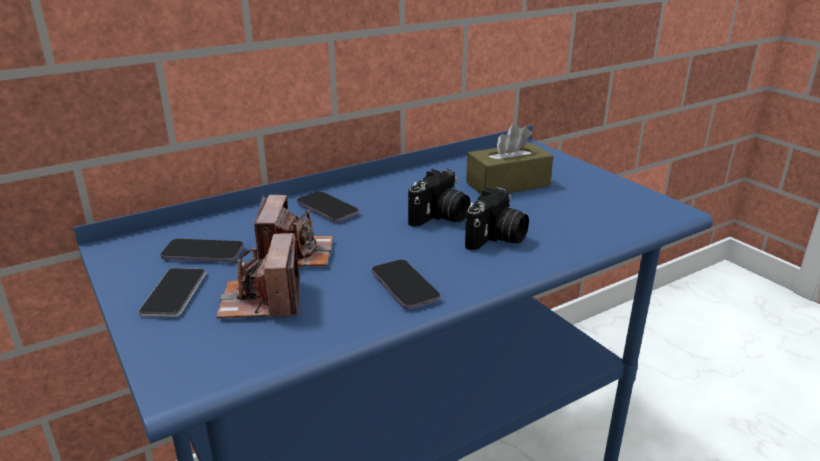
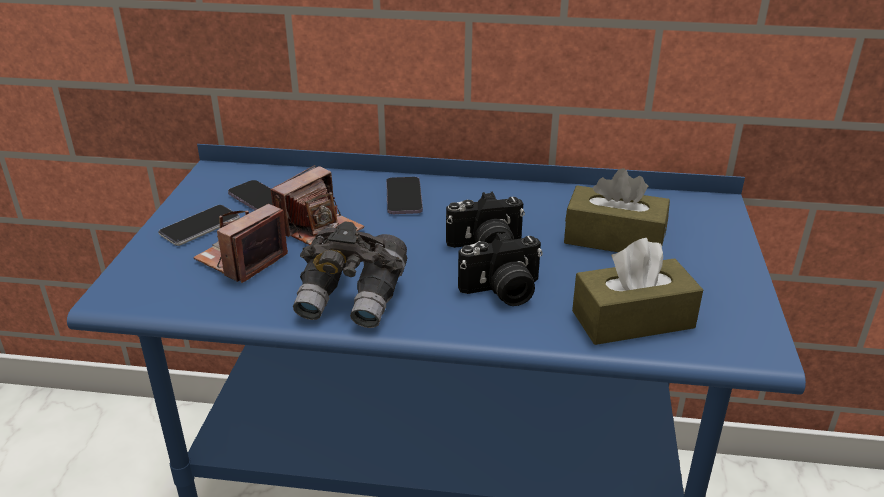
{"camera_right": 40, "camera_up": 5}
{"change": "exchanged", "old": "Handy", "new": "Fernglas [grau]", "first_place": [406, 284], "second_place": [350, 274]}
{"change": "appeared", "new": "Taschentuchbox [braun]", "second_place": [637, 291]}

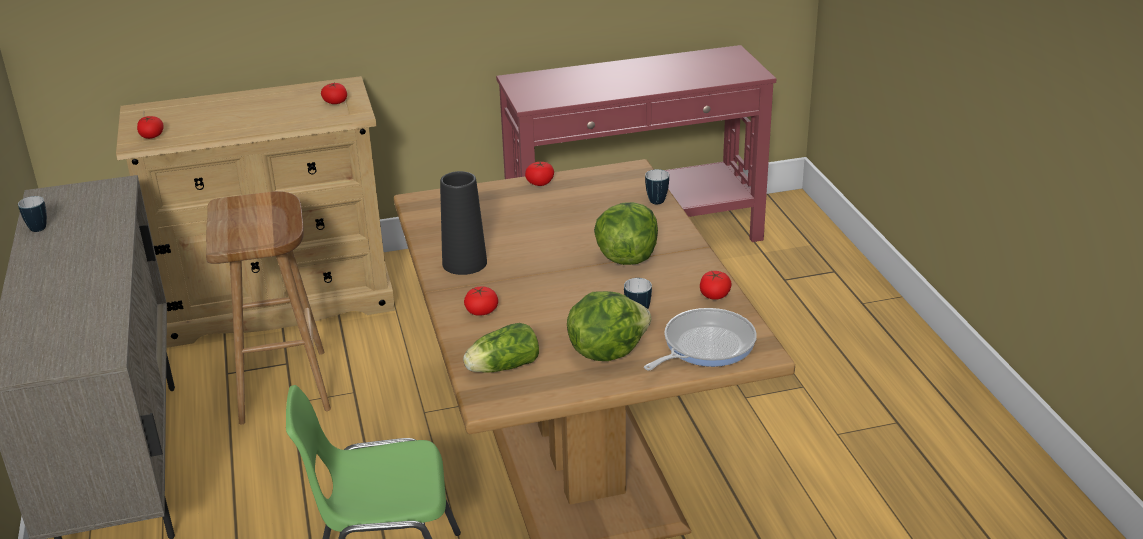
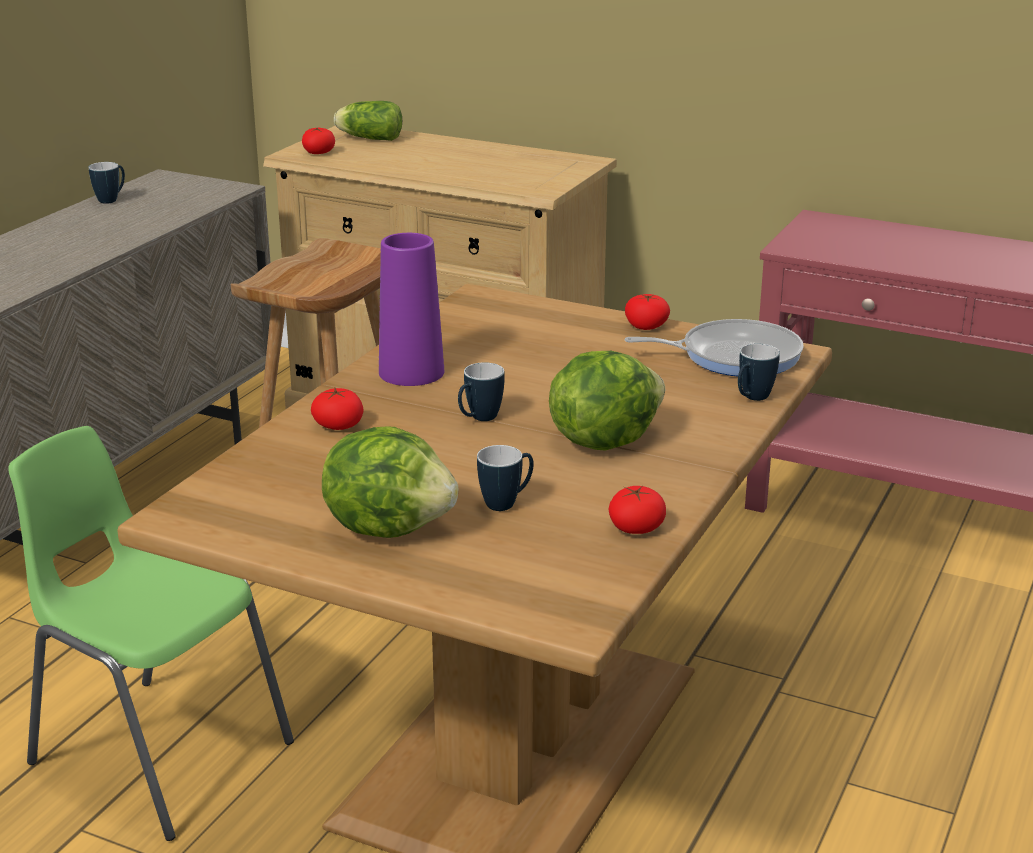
{"camera_right": 40, "camera_up": -5}
{"change": "missing", "old": "Tomate", "first_place": [334, 93]}
{"change": "colour", "old": "Vase [schwarz]", "new": "Vase [lila]", "first_place": [463, 223], "second_place": [411, 309]}
{"change": "relocated", "old": "Salatkopf", "first_place": [501, 348], "second_place": [368, 121]}
{"change": "relocated", "old": "Pfanne", "first_place": [700, 339], "second_place": [714, 348]}
{"change": "appeared", "new": "Henkelbecher", "second_place": [481, 391]}

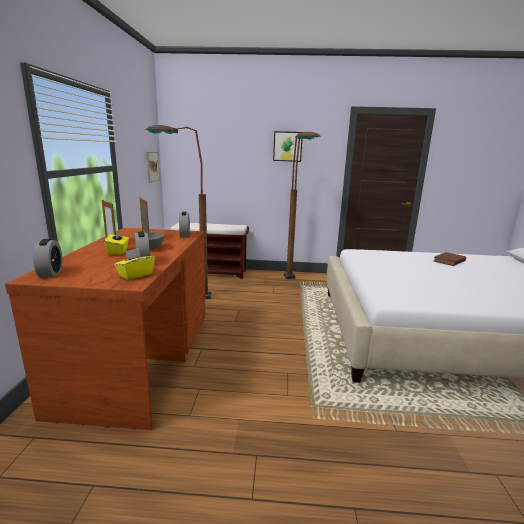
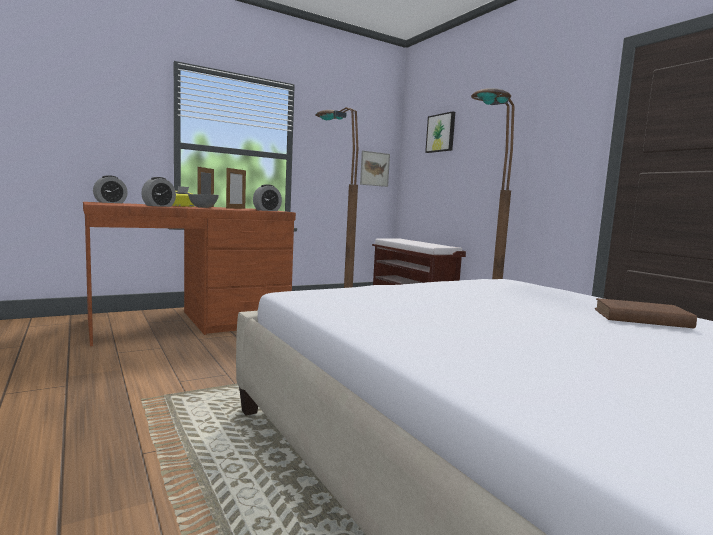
{"camera_right": 55, "camera_up": -10}
{"change": "missing", "old": "Taschentuchbox [gelb]", "first_place": [134, 264]}
{"change": "relocated", "old": "Bild", "first_place": [287, 146], "second_place": [440, 132]}

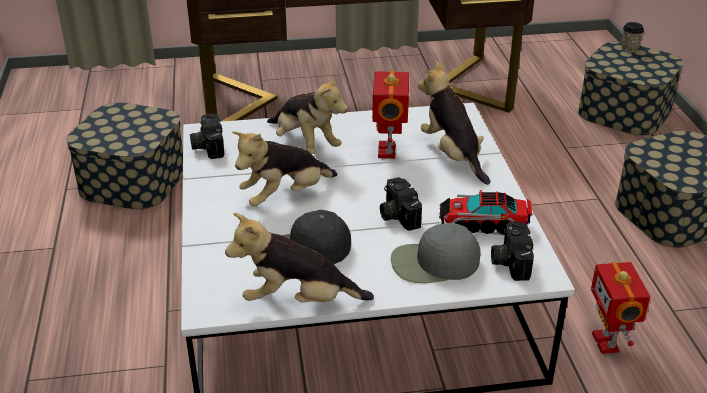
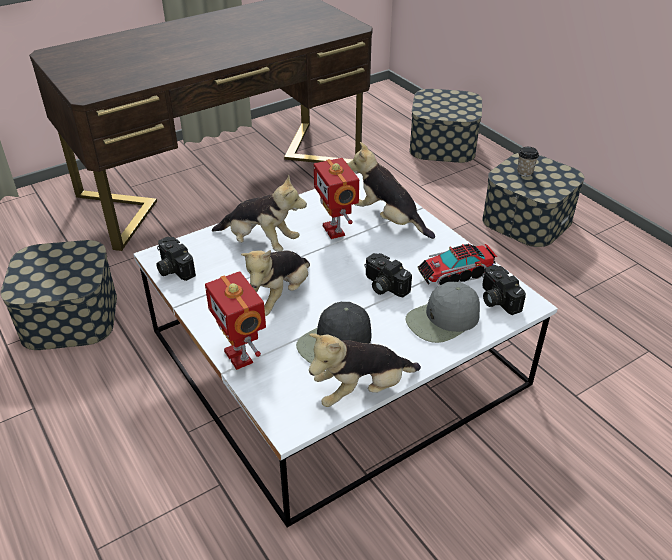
{"camera_right": -25, "camera_up": 5}
{"change": "relocated", "old": "Spielzeugroboter", "first_place": [620, 308], "second_place": [235, 320]}
{"change": "relocated", "old": "Tasse", "first_place": [633, 37], "second_place": [528, 162]}

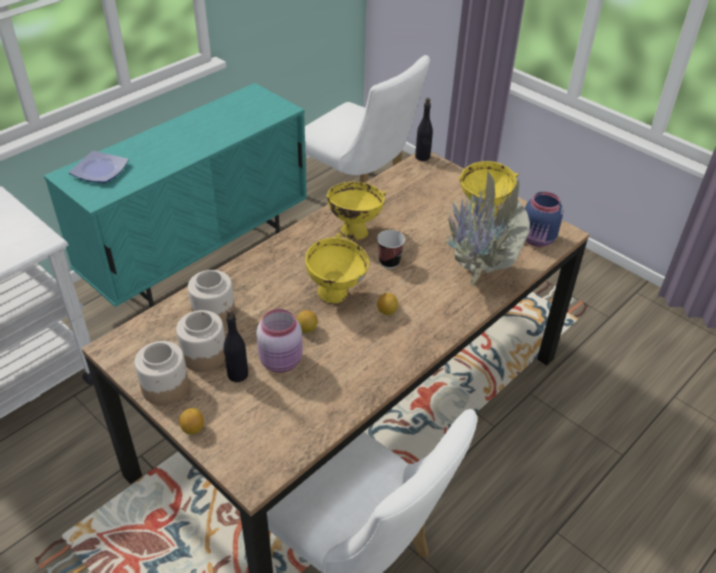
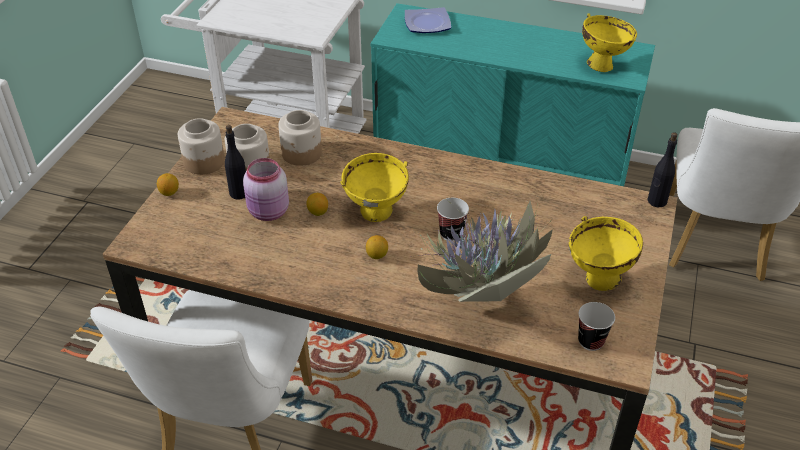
{"camera_right": 65, "camera_up": 0}
{"change": "relocated", "old": "Schüssel [gelb]", "first_place": [356, 211], "second_place": [609, 42]}
{"change": "exchanged", "old": "Vorratsglas [blau]", "new": "Tasse", "first_place": [544, 219], "second_place": [596, 326]}

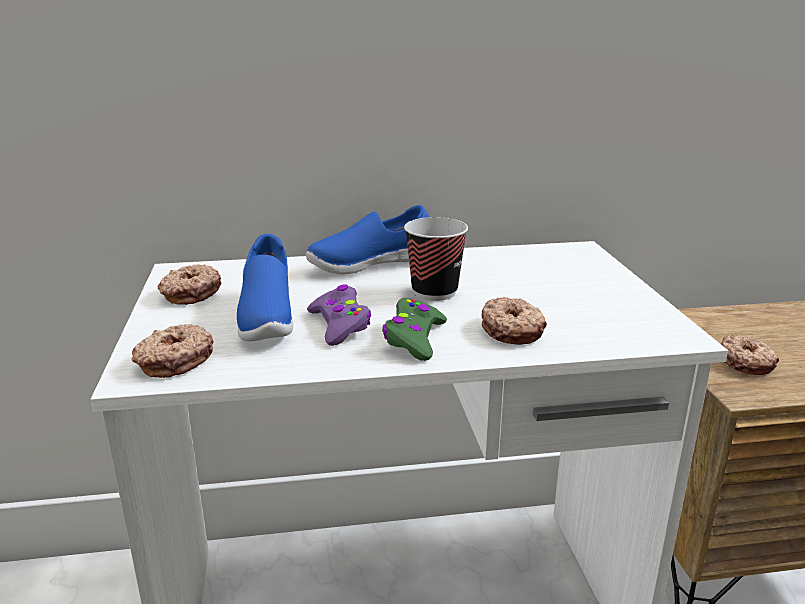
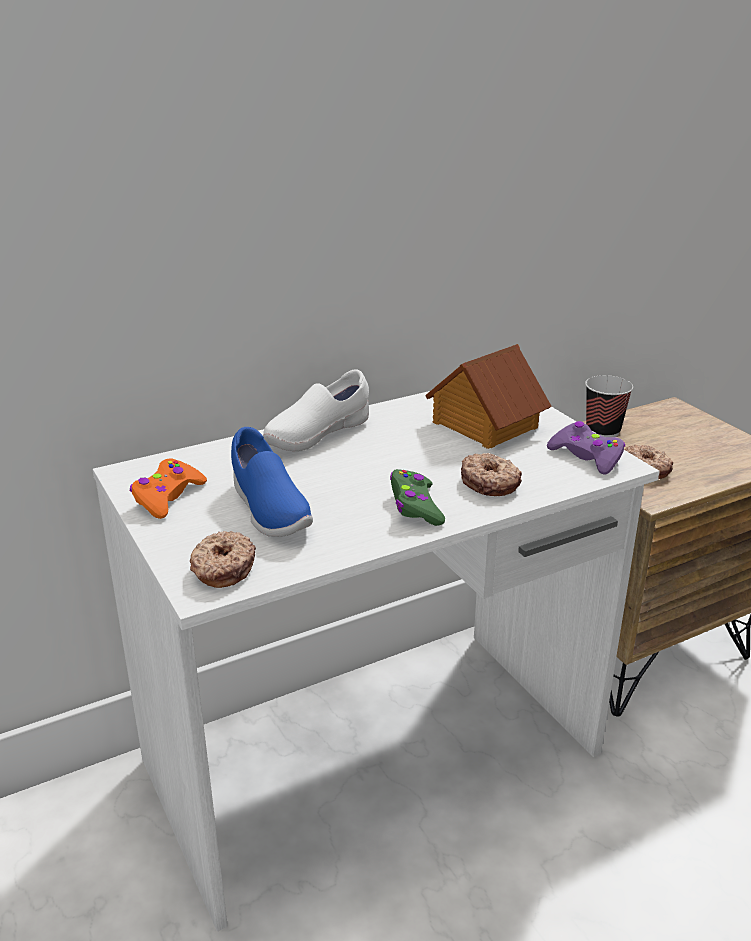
{"camera_right": -20, "camera_up": 5}
{"change": "exchanged", "old": "Donut", "new": "Gamepad [orange]", "first_place": [189, 284], "second_place": [168, 488]}
{"change": "colour", "old": "Schuh [blau]", "new": "Schuh [weiß]", "first_place": [367, 239], "second_place": [316, 410]}
{"change": "relocated", "old": "Gamepad [lila]", "first_place": [339, 315], "second_place": [586, 448]}
{"change": "relocated", "old": "Tasse", "first_place": [436, 259], "second_place": [609, 406]}
{"change": "appeared", "new": "Spielzeughaus", "second_place": [488, 396]}

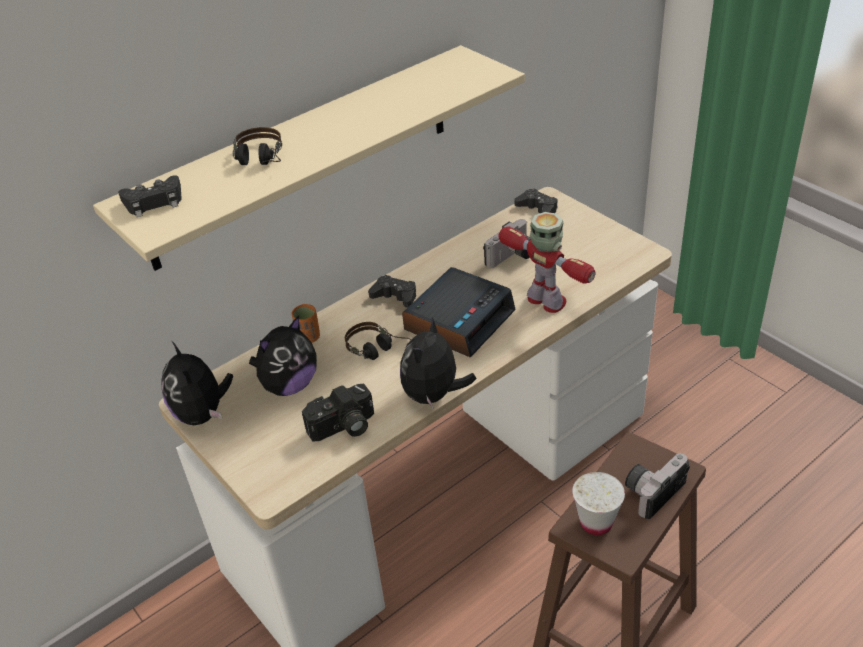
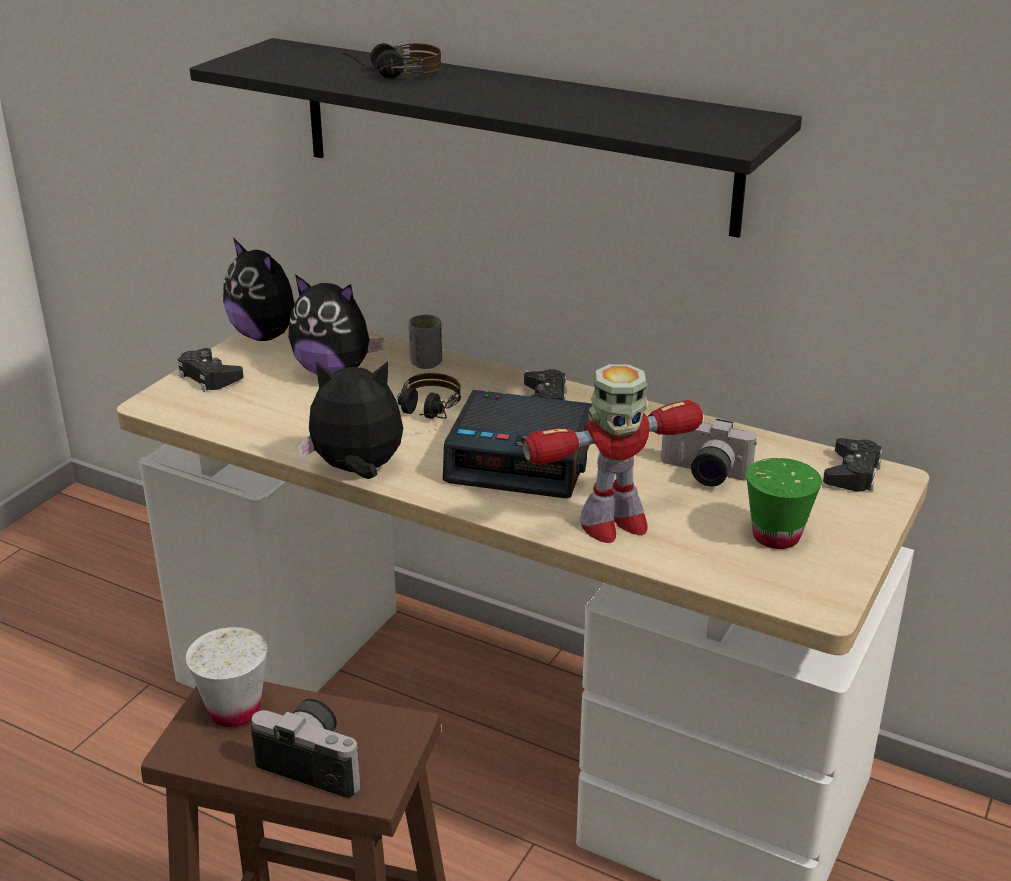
{"camera_right": 65, "camera_up": -10}
{"change": "colour", "old": "Wandregal [beige]", "new": "Wandregal [schwarz]", "first_place": [309, 158], "second_place": [496, 138]}
{"change": "relocated", "old": "Gamepad [schwarz]", "first_place": [150, 196], "second_place": [211, 370]}
{"change": "spun", "old": "Plüschtier", "first_place": [197, 383], "second_place": [259, 289], "degrees": -90}
{"change": "colour", "old": "Tasse [orange]", "new": "Tasse [grau]", "first_place": [306, 323], "second_place": [425, 342]}
{"change": "missing", "old": "Kamera", "first_place": [338, 412]}
{"change": "spun", "old": "Spielzeugroboter", "first_place": [547, 262], "second_place": [613, 453], "degrees": 45}
{"change": "appeared", "new": "Tasse [grün]", "second_place": [784, 503]}

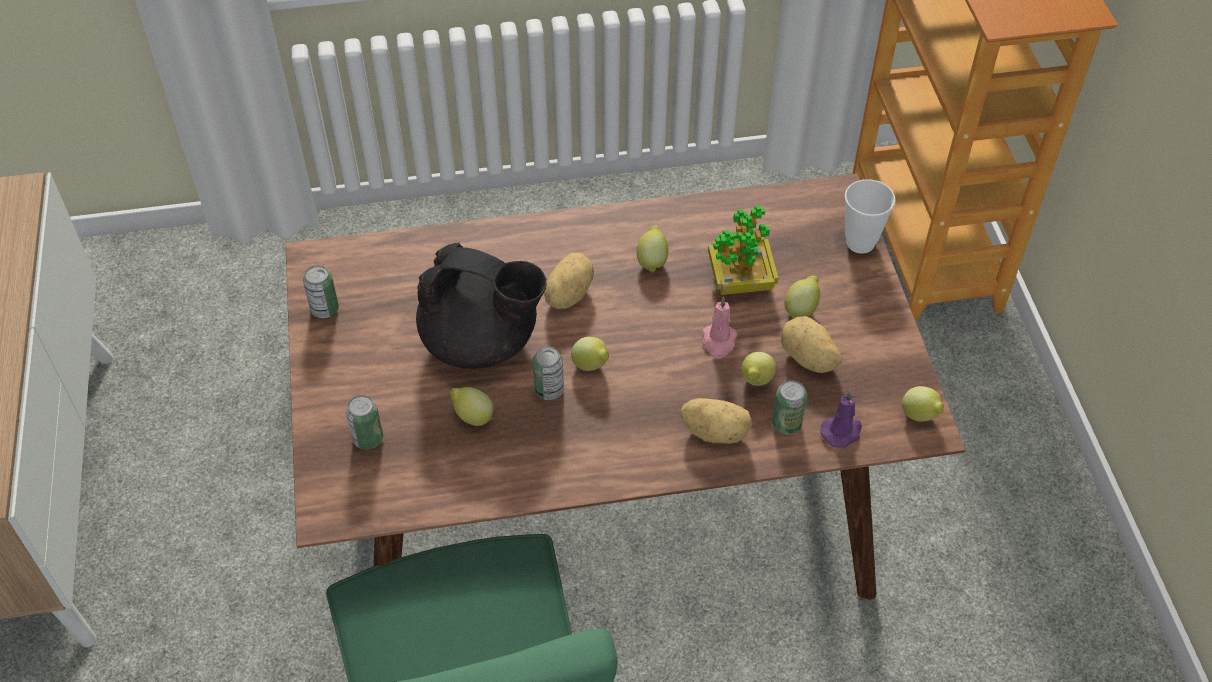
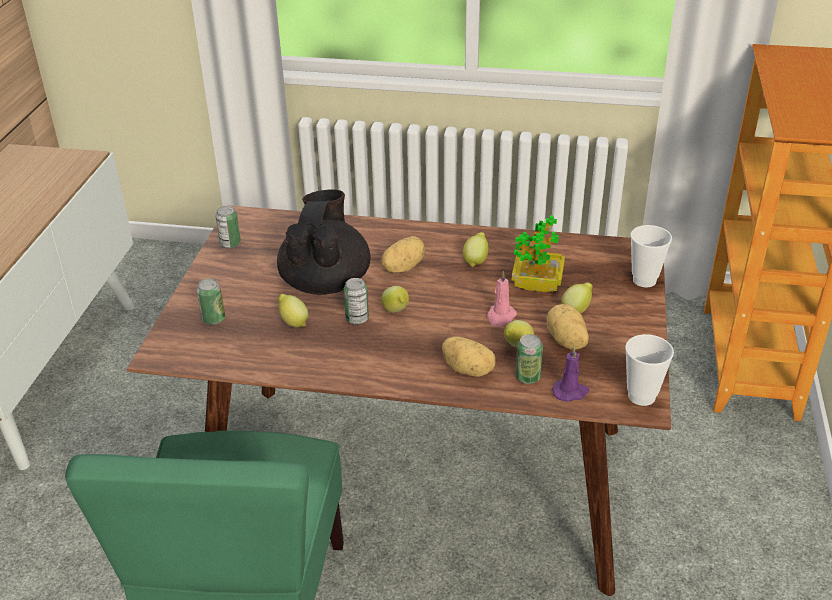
{"camera_right": 20, "camera_up": -15}
{"change": "spun", "old": "Teekanne [schwarz]", "first_place": [481, 305], "second_place": [324, 242], "degrees": -120}
{"change": "exchanged", "old": "Zitrone", "new": "Tasse", "first_place": [923, 404], "second_place": [649, 370]}

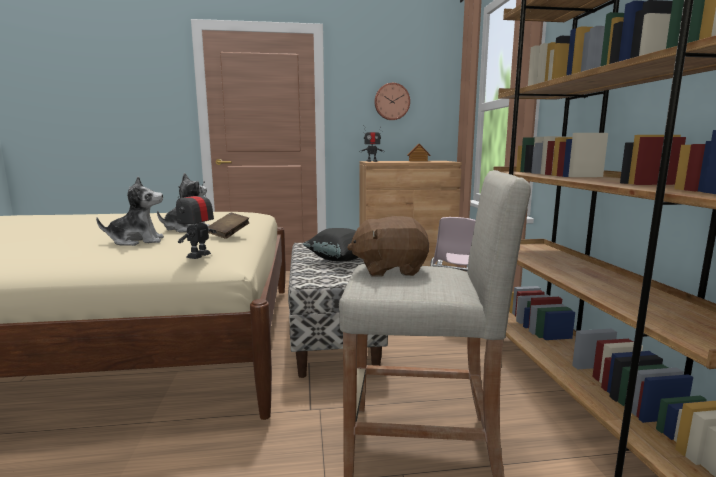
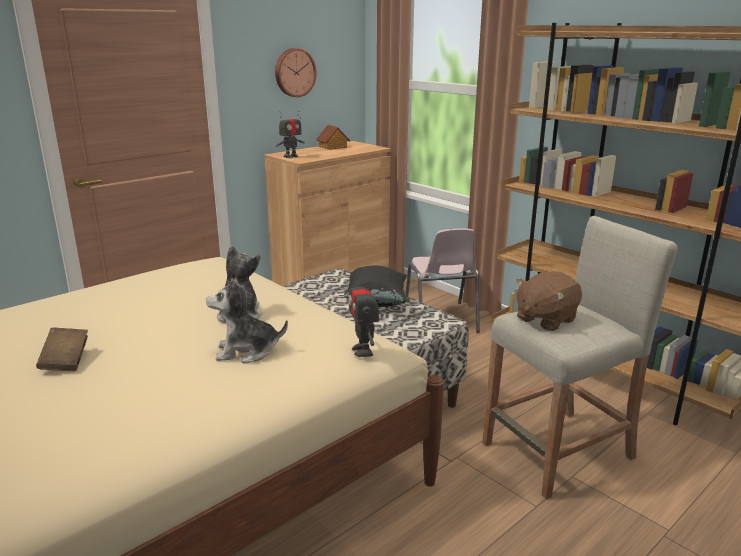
{"camera_right": -35, "camera_up": 10}
{"change": "spun", "old": "Plüschtier", "first_place": [130, 211], "second_place": [247, 320], "degrees": -135}
{"change": "relocated", "old": "Buch [braun]", "first_place": [228, 225], "second_place": [62, 349]}

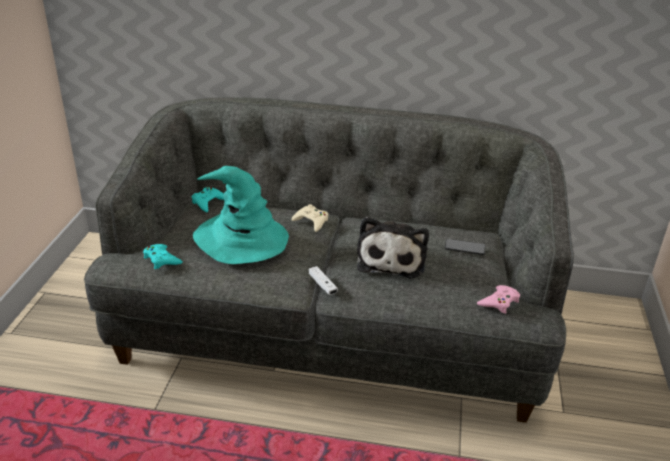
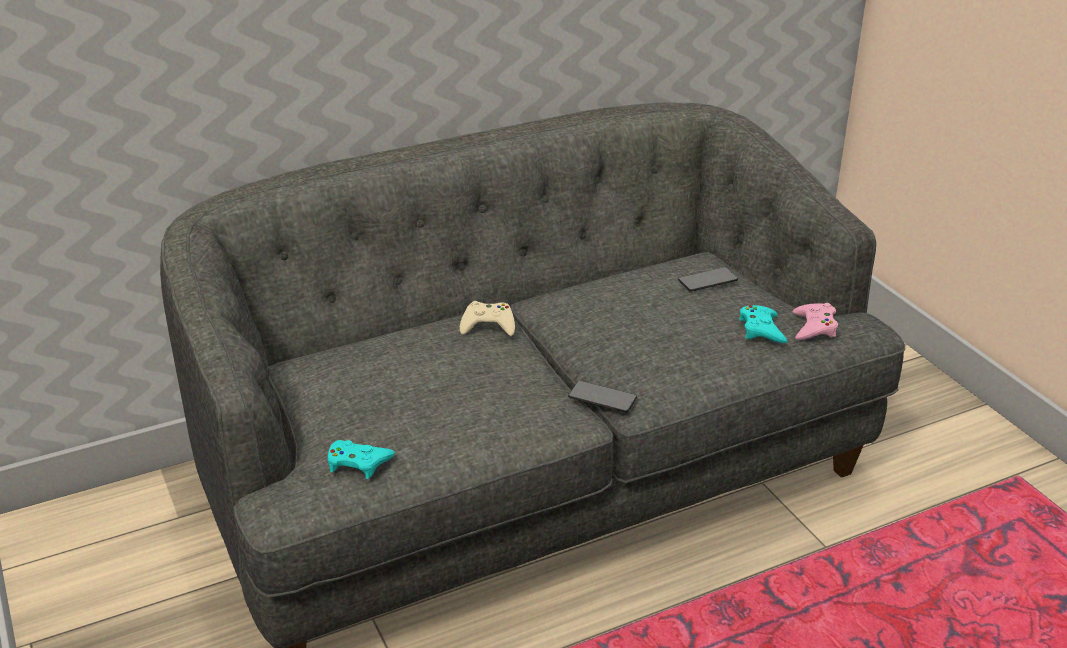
{"camera_right": -35, "camera_up": 0}
{"change": "relocated", "old": "Gamepad [türkis]", "first_place": [208, 199], "second_place": [763, 324]}
{"change": "missing", "old": "Hut [türkis]", "first_place": [241, 215]}
{"change": "exchanged", "old": "Gamepad [weiß]", "new": "Handy", "first_place": [323, 280], "second_place": [602, 397]}
{"change": "missing", "old": "Plüschtier", "first_place": [393, 248]}

